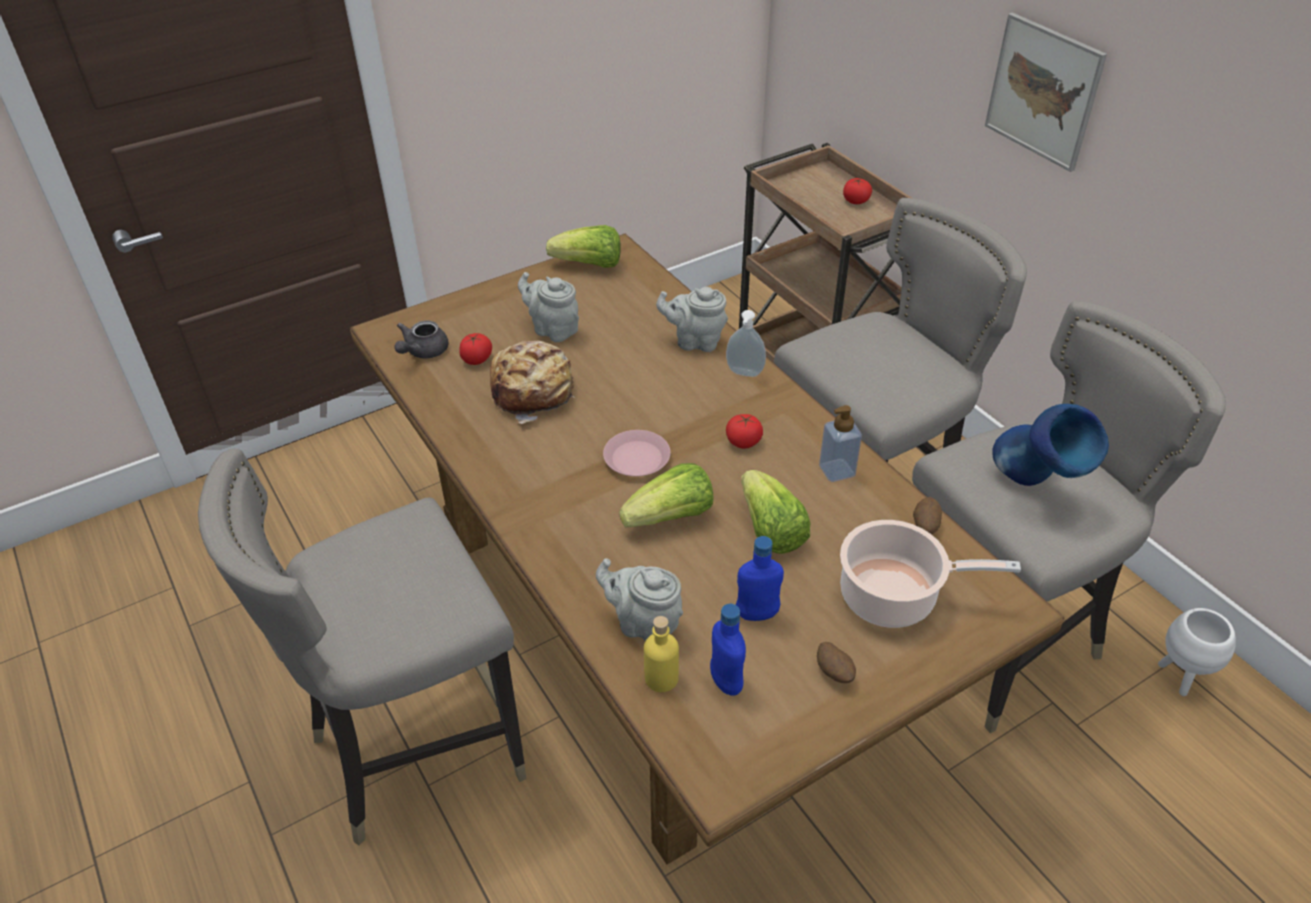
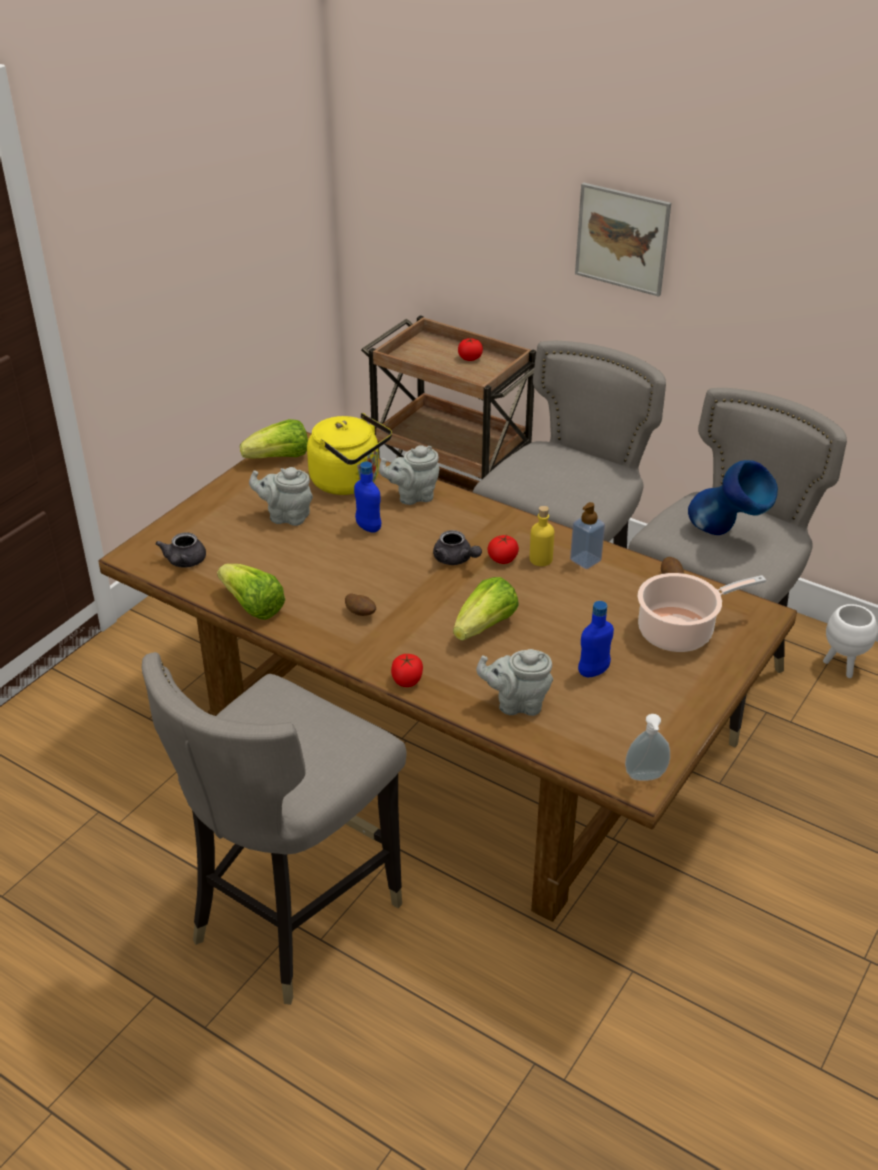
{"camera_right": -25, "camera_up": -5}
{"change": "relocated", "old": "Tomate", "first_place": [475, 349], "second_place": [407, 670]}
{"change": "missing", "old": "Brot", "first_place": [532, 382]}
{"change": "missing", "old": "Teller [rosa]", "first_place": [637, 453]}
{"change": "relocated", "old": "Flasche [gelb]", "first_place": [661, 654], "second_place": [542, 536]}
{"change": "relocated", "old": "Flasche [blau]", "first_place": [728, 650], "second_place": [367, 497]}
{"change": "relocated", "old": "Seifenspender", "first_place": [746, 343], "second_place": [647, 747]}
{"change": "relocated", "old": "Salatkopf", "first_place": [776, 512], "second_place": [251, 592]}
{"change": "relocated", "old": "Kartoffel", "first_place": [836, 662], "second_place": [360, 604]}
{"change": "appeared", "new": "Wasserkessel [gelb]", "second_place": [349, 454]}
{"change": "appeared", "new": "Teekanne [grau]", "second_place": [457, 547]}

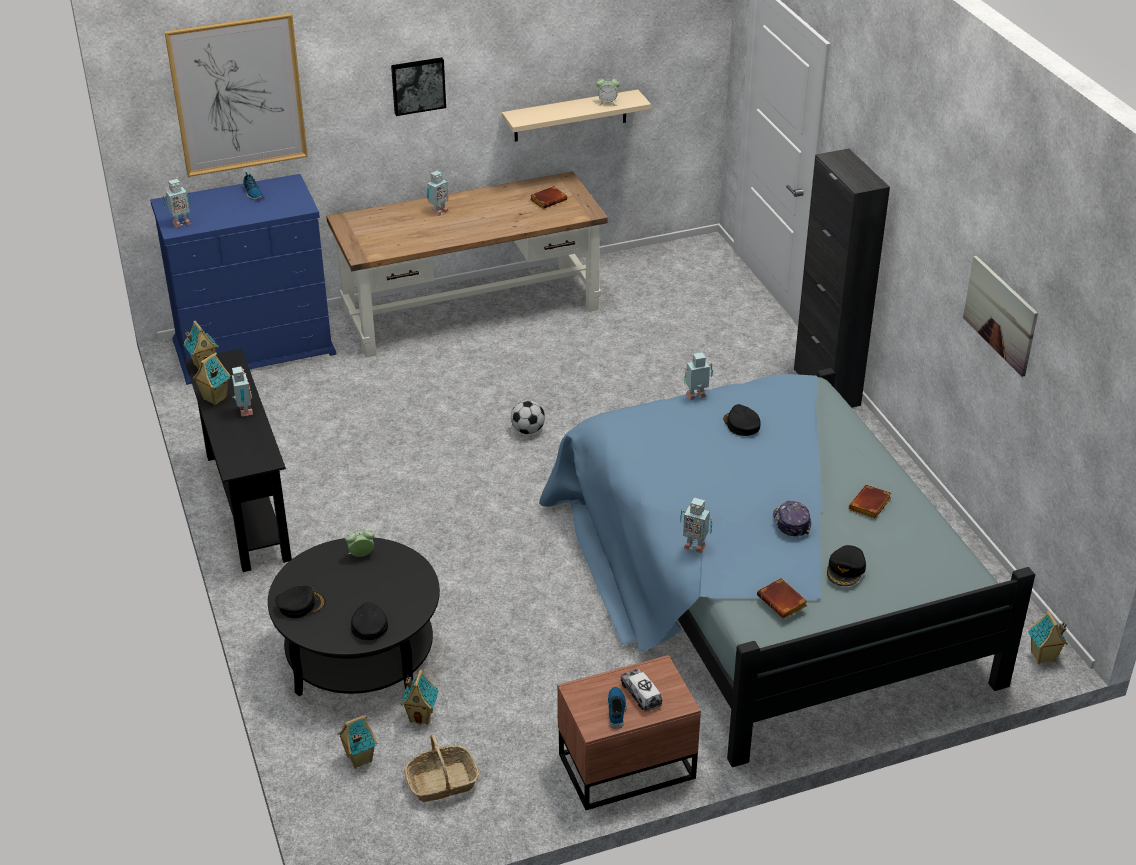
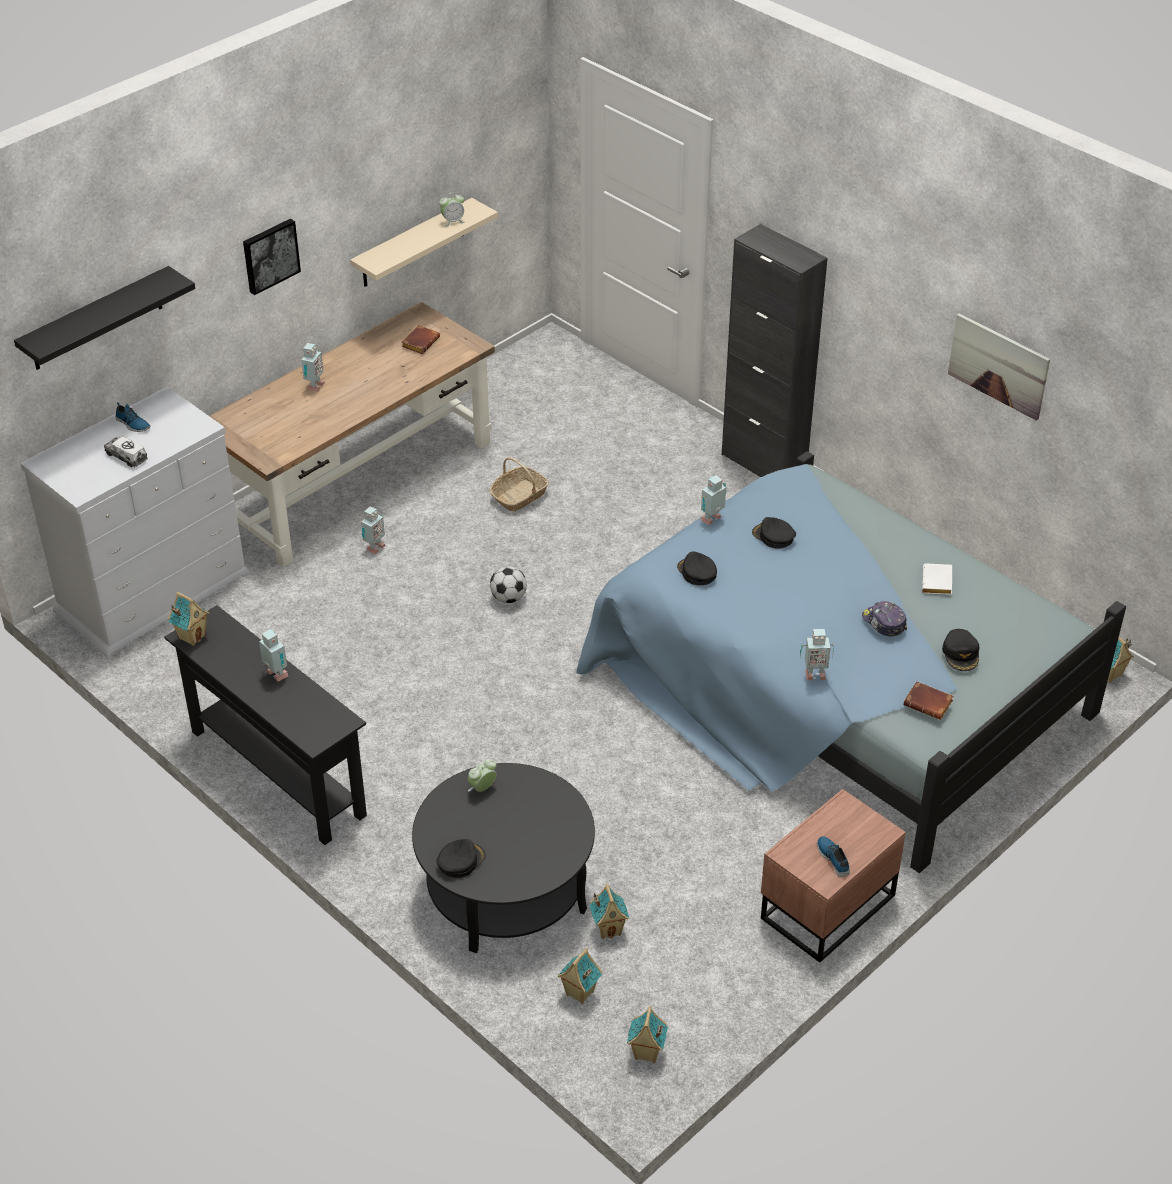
{"camera_right": -25, "camera_up": 5}
{"change": "colour", "old": "Kommode [blau]", "new": "Kommode [weiß]", "first_place": [243, 279], "second_place": [135, 522]}
{"change": "relocated", "old": "Spielzeugroboter", "first_place": [177, 203], "second_place": [373, 530]}
{"change": "exchanged", "old": "Bild", "new": "Wandregal [schwarz]", "first_place": [236, 95], "second_place": [104, 318]}
{"change": "relocated", "old": "Spielzeughaus", "first_place": [212, 378], "second_place": [647, 1034]}
{"change": "relocated", "old": "Kappe [schwarz]", "first_place": [369, 621], "second_place": [697, 568]}
{"change": "relocated", "old": "Korb", "first_place": [441, 768], "second_place": [519, 484]}
{"change": "relocated", "old": "Spielzeuglaster", "first_place": [641, 690], "second_place": [126, 452]}
{"change": "colour", "old": "Buch [braun]", "new": "Buch [weiß]", "first_place": [870, 502], "second_place": [937, 579]}

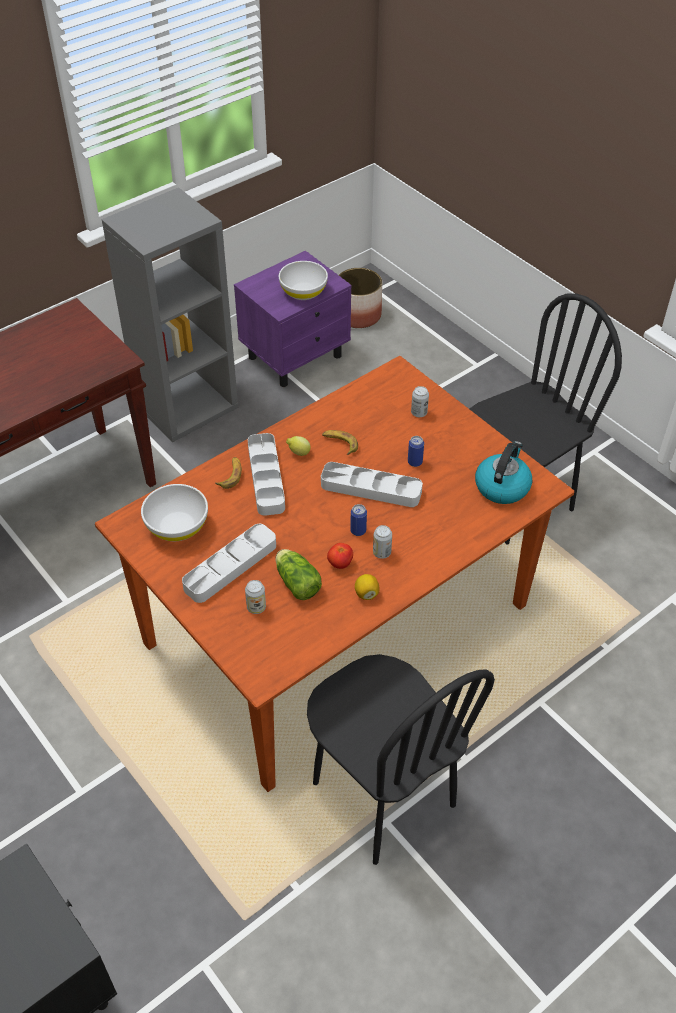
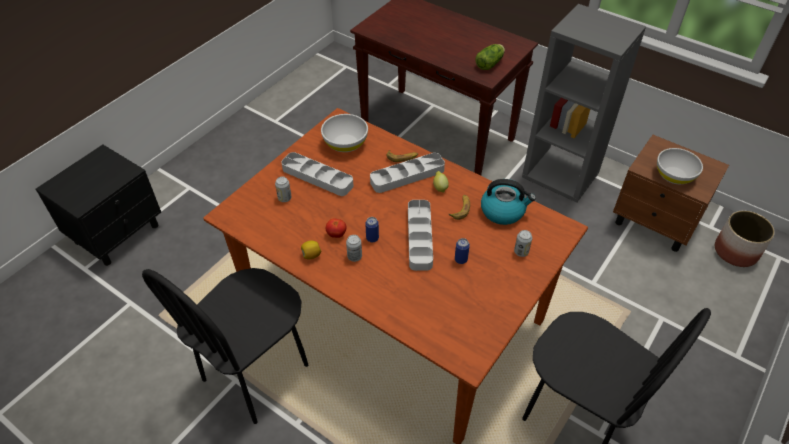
{"camera_right": 75, "camera_up": 0}
{"change": "colour", "old": "Nachttisch [lila]", "new": "Nachttisch [braun]", "first_place": [293, 319], "second_place": [671, 193]}
{"change": "relocated", "old": "Salatkopf", "first_place": [298, 574], "second_place": [490, 57]}
{"change": "relocated", "old": "Wasserkessel", "first_place": [503, 472], "second_place": [508, 202]}

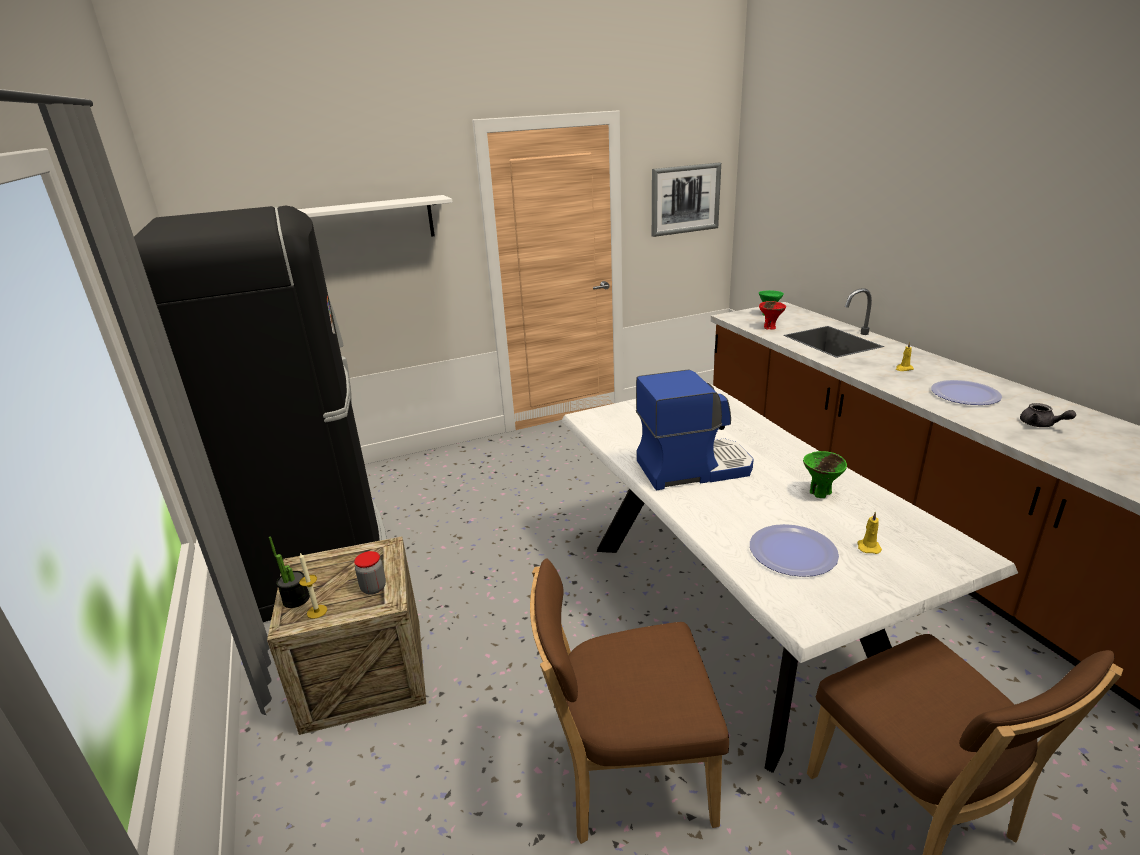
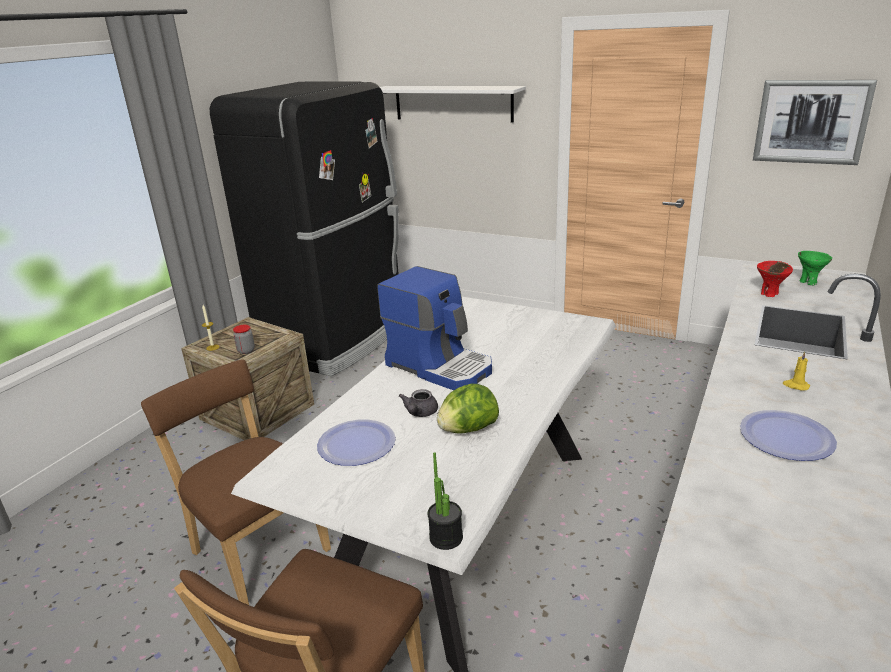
{"camera_right": 50, "camera_up": 0}
{"change": "relocated", "old": "Topfpflanze", "first_place": [289, 572], "second_place": [445, 501]}
{"change": "exchanged", "old": "Schüssel [grün]", "new": "Salatkopf", "first_place": [825, 474], "second_place": [468, 409]}
{"change": "missing", "old": "Kerze [gelb]", "first_place": [869, 532]}
{"change": "relocated", "old": "Teekanne [grau]", "first_place": [1048, 415], "second_place": [418, 403]}

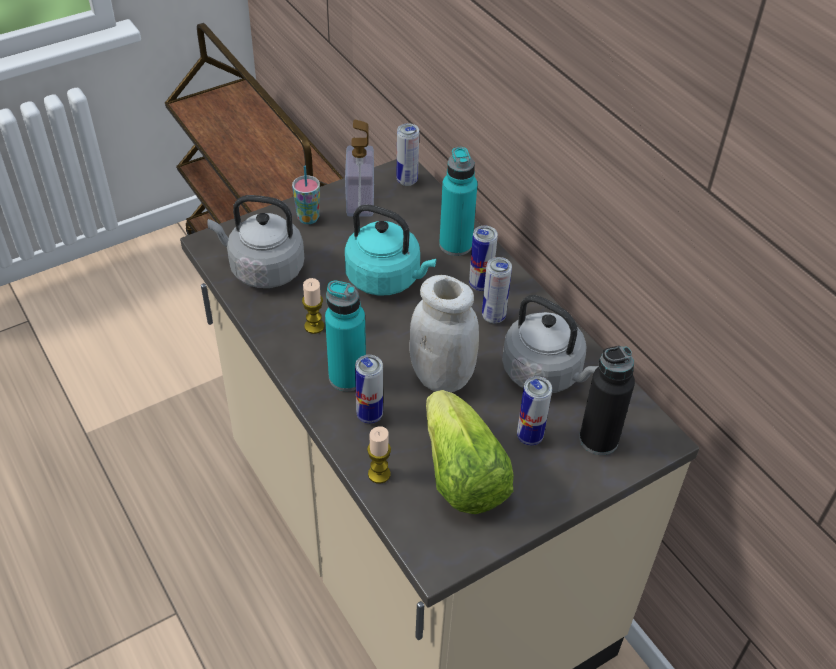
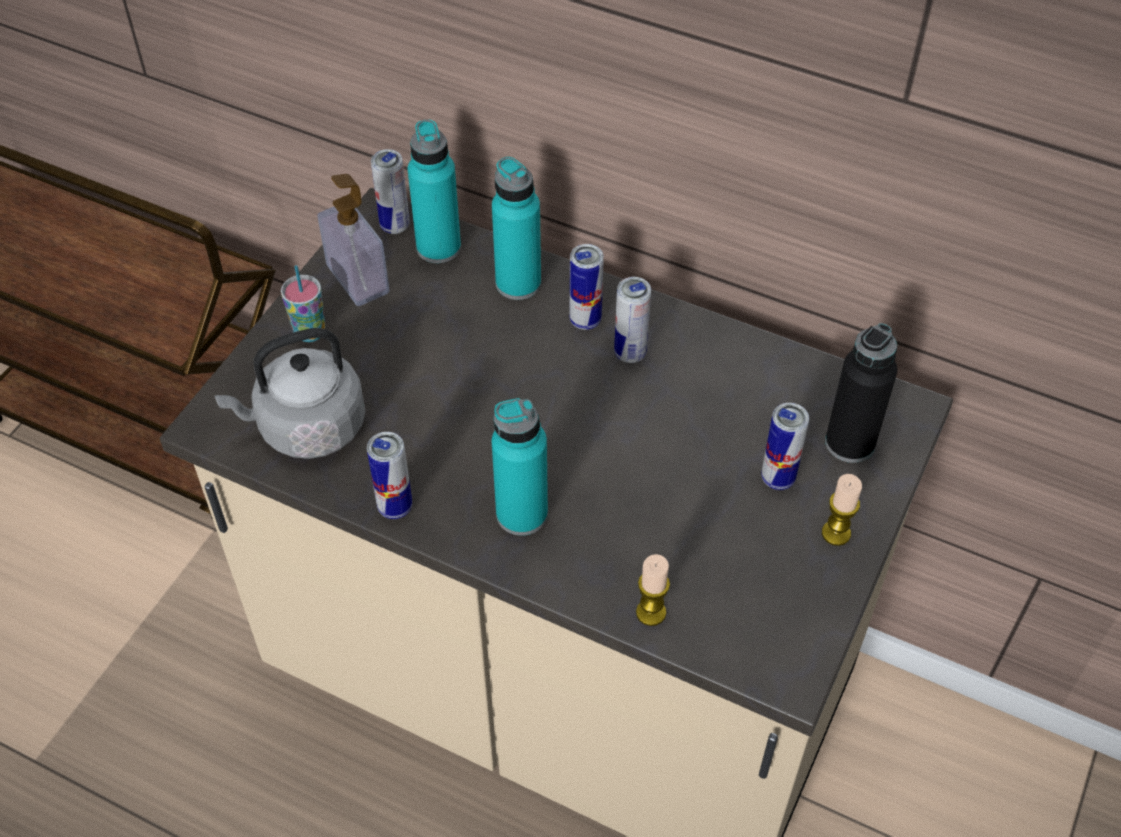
{"camera_right": -30, "camera_up": 5}
{"change": "relocated", "old": "Kerze", "first_place": [313, 306], "second_place": [842, 510]}
{"change": "missing", "old": "Wasserkessel [türkis]", "first_place": [391, 250]}
{"change": "relocated", "old": "Dose", "first_place": [369, 389], "second_place": [389, 475]}
{"change": "missing", "old": "Vorratsglas [weiß]", "first_place": [444, 333]}
{"change": "missing", "old": "Salatkopf", "first_place": [470, 452]}
{"change": "missing", "old": "Wasserkessel [grau]", "first_place": [550, 344]}
{"change": "appeared", "new": "Flasche [türkis]", "second_place": [434, 191]}

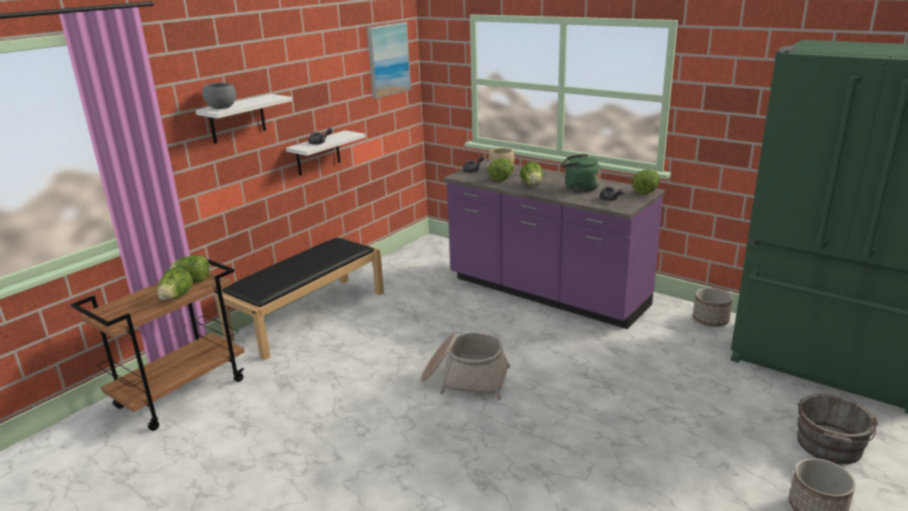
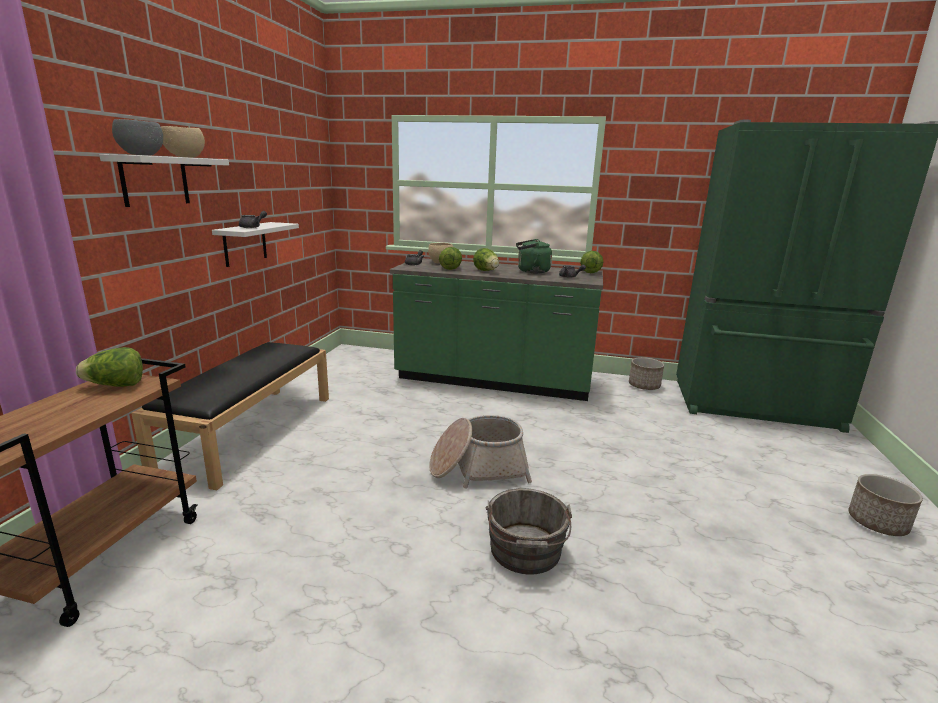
{"camera_right": -25, "camera_up": -5}
{"change": "missing", "old": "Salatkopf", "first_place": [175, 284]}
{"change": "missing", "old": "Bild", "first_place": [389, 60]}
{"change": "colour", "old": "Küchenzeile [lila]", "new": "Küchenzeile [grün]", "first_place": [554, 244], "second_place": [496, 329]}
{"change": "relocated", "old": "Eimer [grau]", "first_place": [837, 429], "second_place": [529, 531]}
{"change": "appeared", "new": "Schüssel [beige]", "second_place": [183, 142]}

